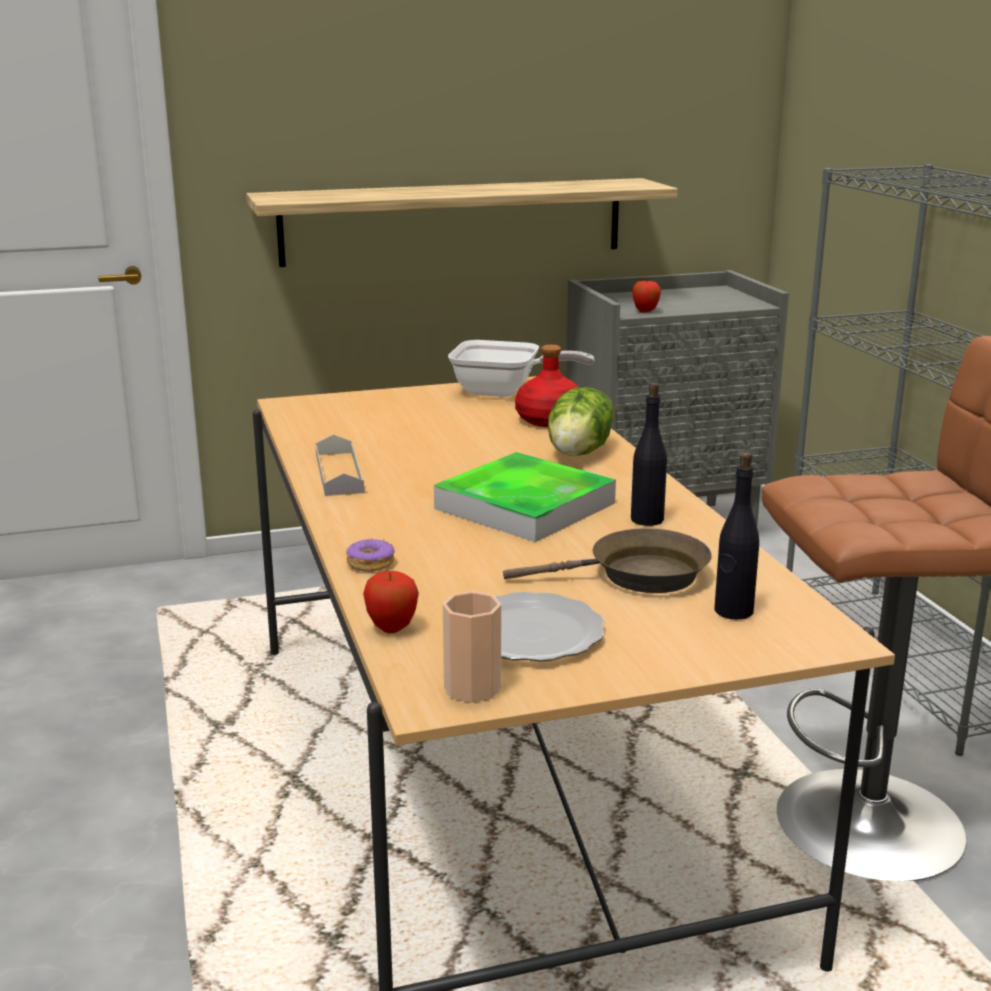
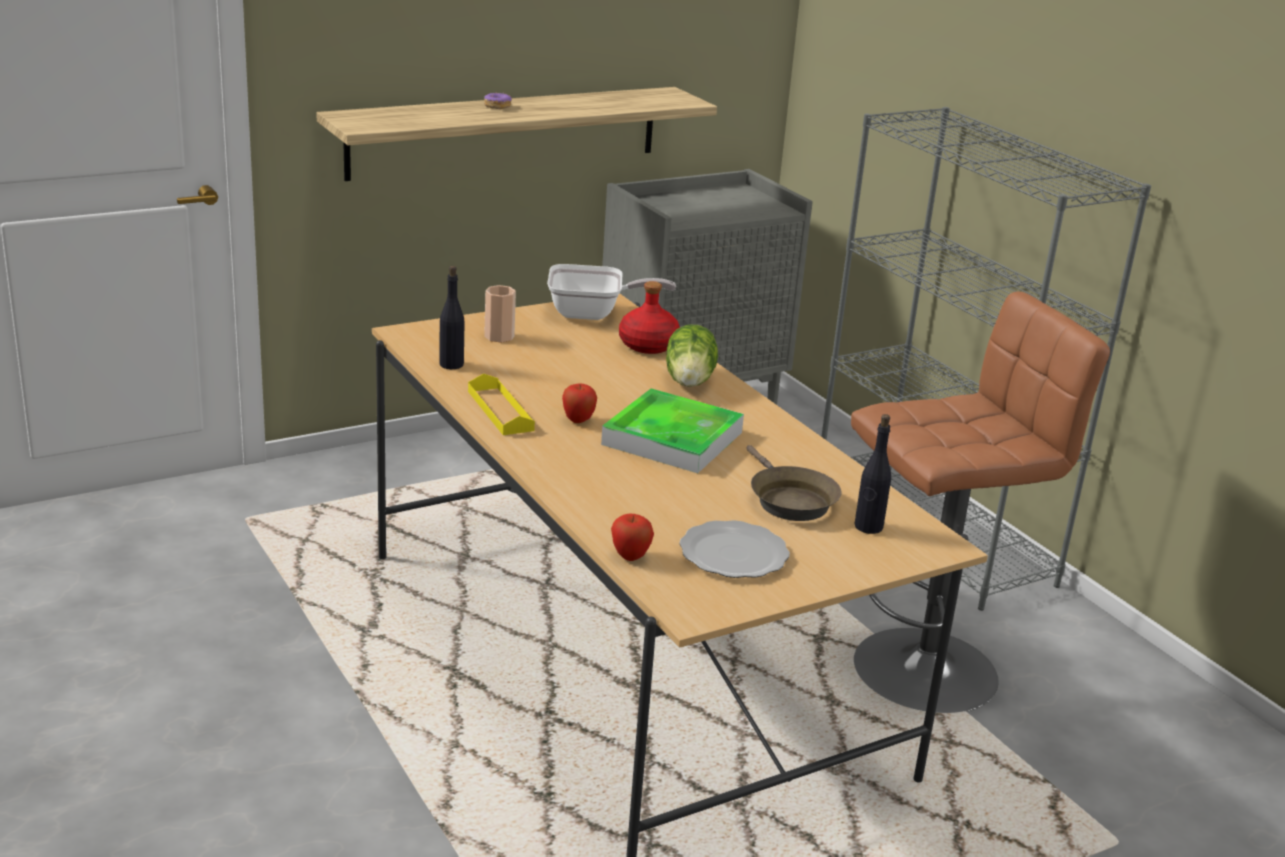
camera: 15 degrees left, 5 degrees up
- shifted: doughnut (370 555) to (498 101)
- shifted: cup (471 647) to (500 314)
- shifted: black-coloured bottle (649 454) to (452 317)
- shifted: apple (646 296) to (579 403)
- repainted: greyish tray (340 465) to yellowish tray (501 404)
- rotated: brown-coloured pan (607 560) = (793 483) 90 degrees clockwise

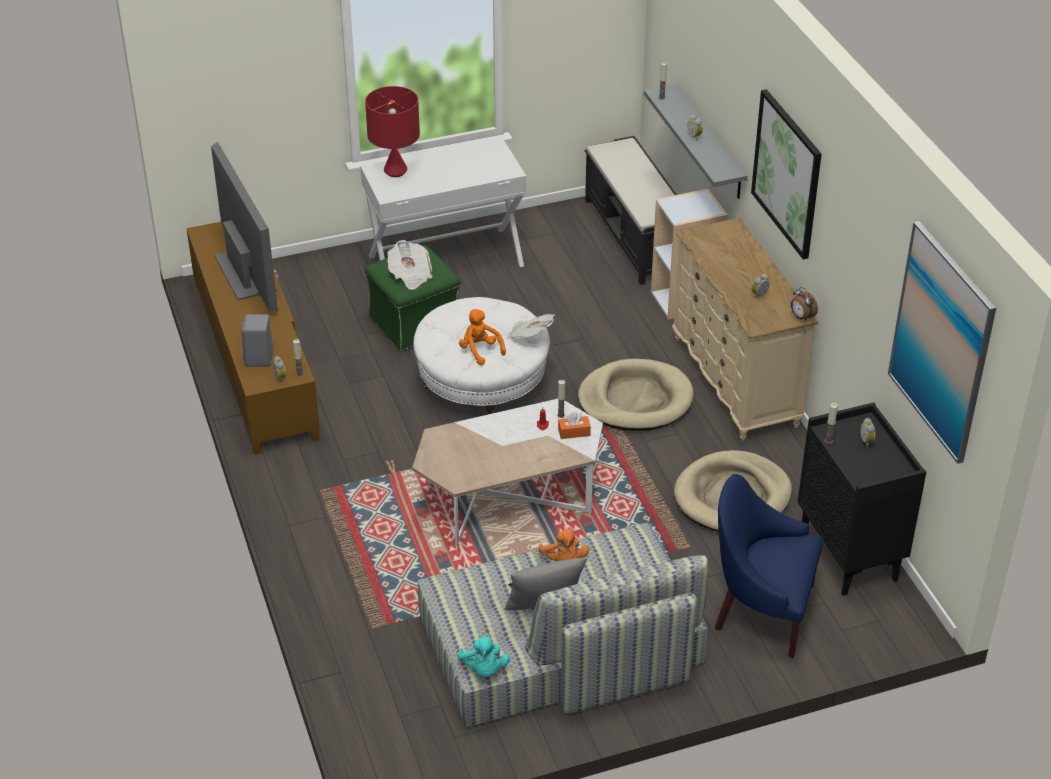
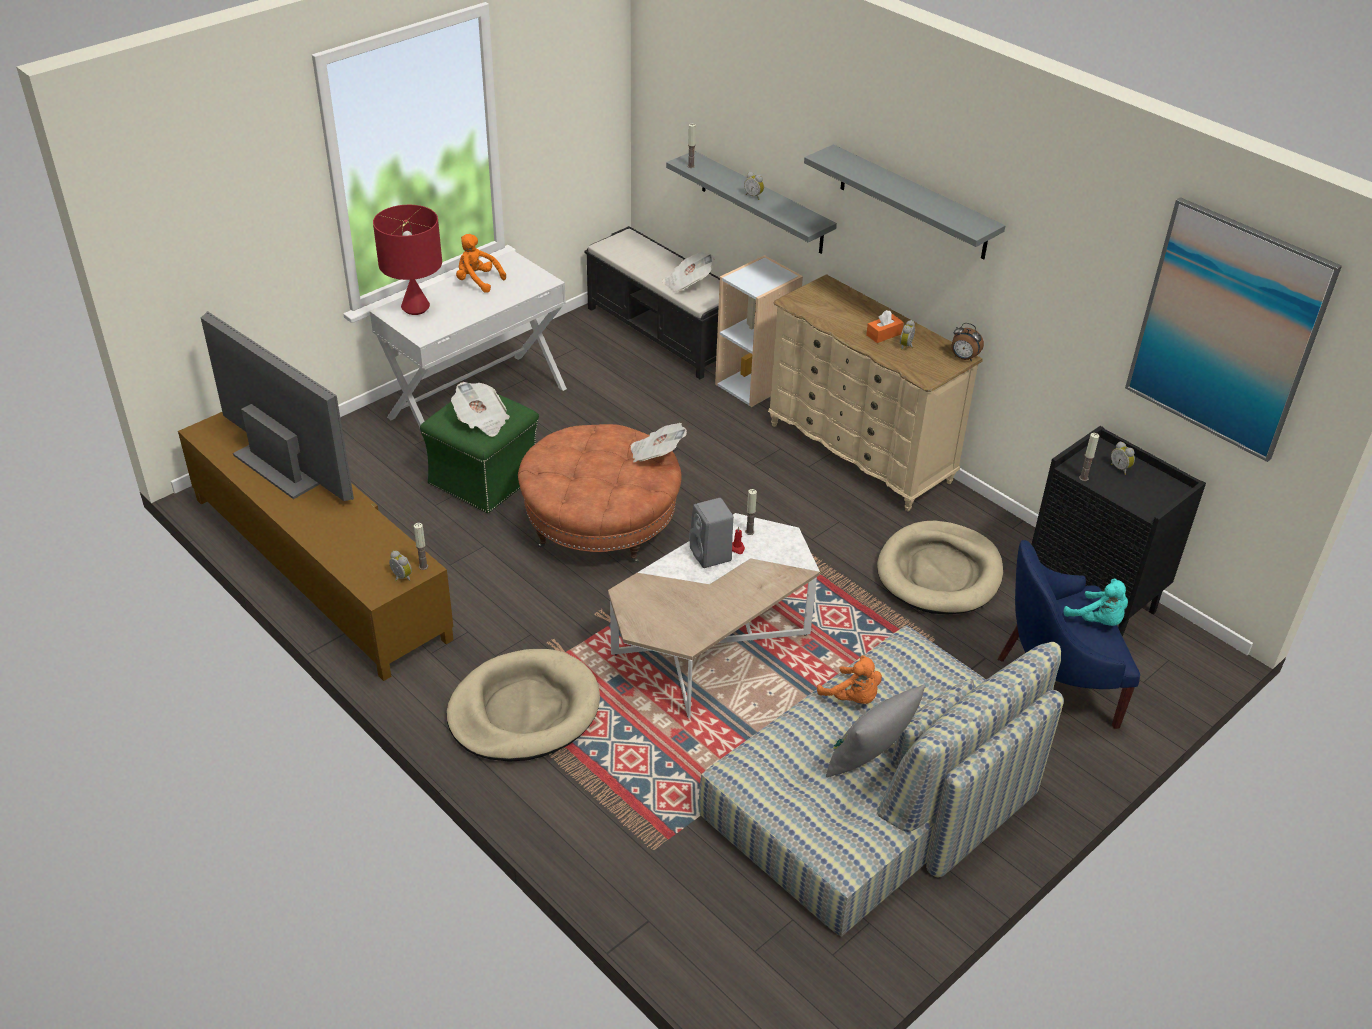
camera: 25 degrees left, 0 degrees up
- new: newspaper (688 272)
- shifted: greyish speaker (257 340) to (711 533)
- shifted: blue-green cuddly toy (483 656) to (1095 602)
- shifted: orange-coloured cuddly toy (482 337) to (481 263)
- shifted: orange-coloured tissue holder (574 425) to (885 326)
- shifted: beige-coloured dog bed (636 395) to (523 705)
- swapped: wall picture (786 174) to greyish bracket shelf (904 201)
- repainted: whitish pouffe (481 356) to brown-coloured pouffe (600 493)

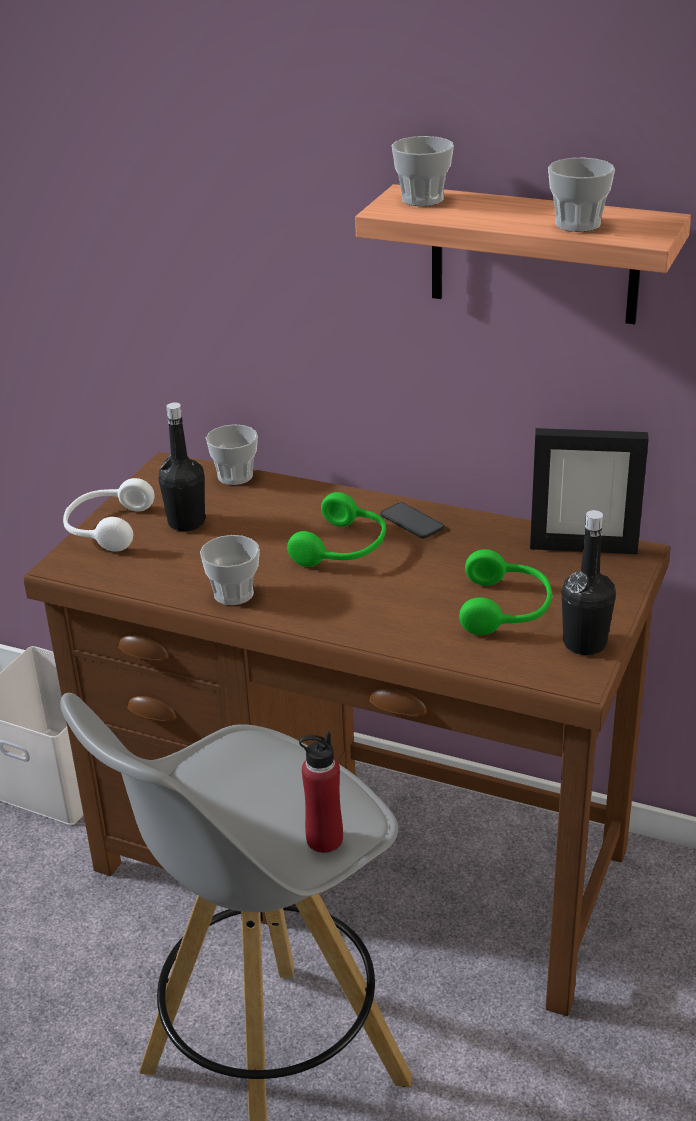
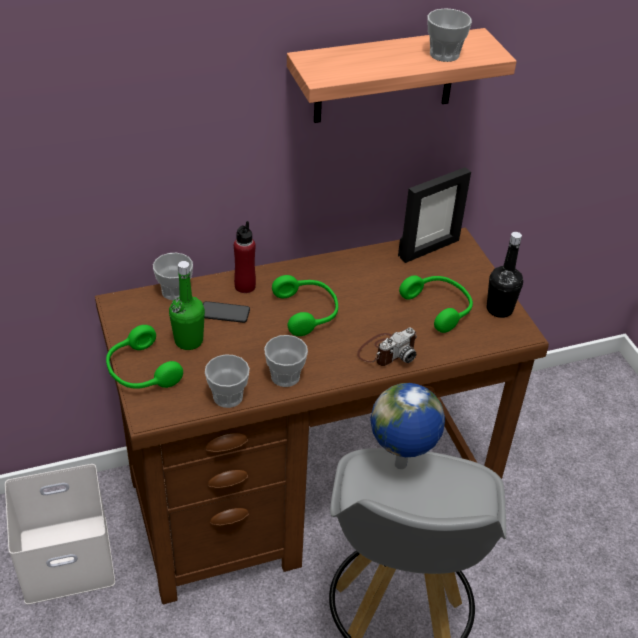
camera: 45 degrees left, 10 degrees up
- new: photo camera (387 346)
- new: globe (408 426)
- shifted: red-coloured bottle (321 792) to (245 257)
- shifted: handset (412 520) to (226 312)
- shifted: cup (423 171) to (227 381)
- repainted: whitish pair of headphones (109 515) to green-coloured pair of headphones (144 357)
- repainted: black-coloured bottle (182 467) to green-coloured bottle (187 305)

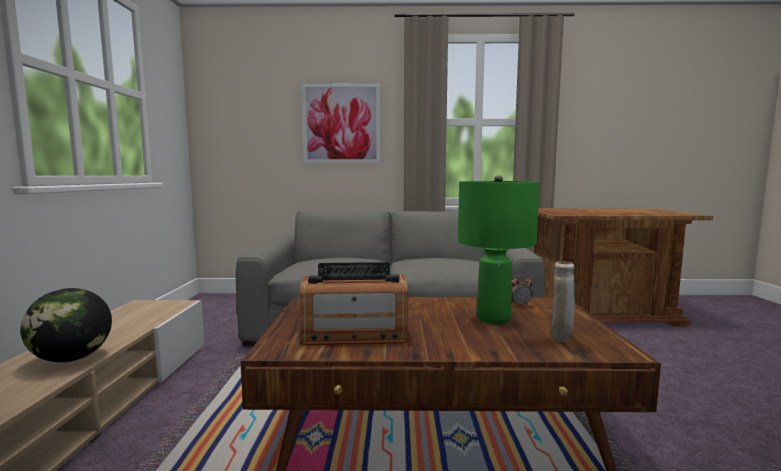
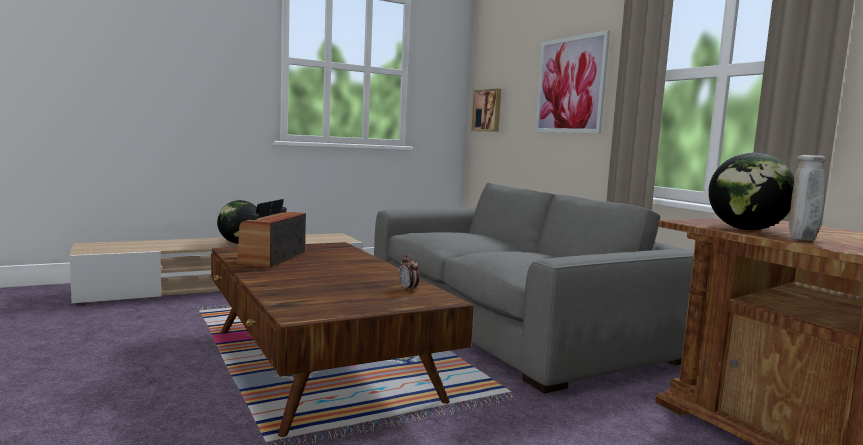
camera: 60 degrees right, 0 degrees up
- gone: green-coloured tabletop lamp (499 249)
- new: wall picture (486 110)
- new: globe (751 191)
- shifted: beige-coloured vase (563 301) to (807 197)
- rotated: radio receiver (354 304) = (271 233) 45 degrees clockwise

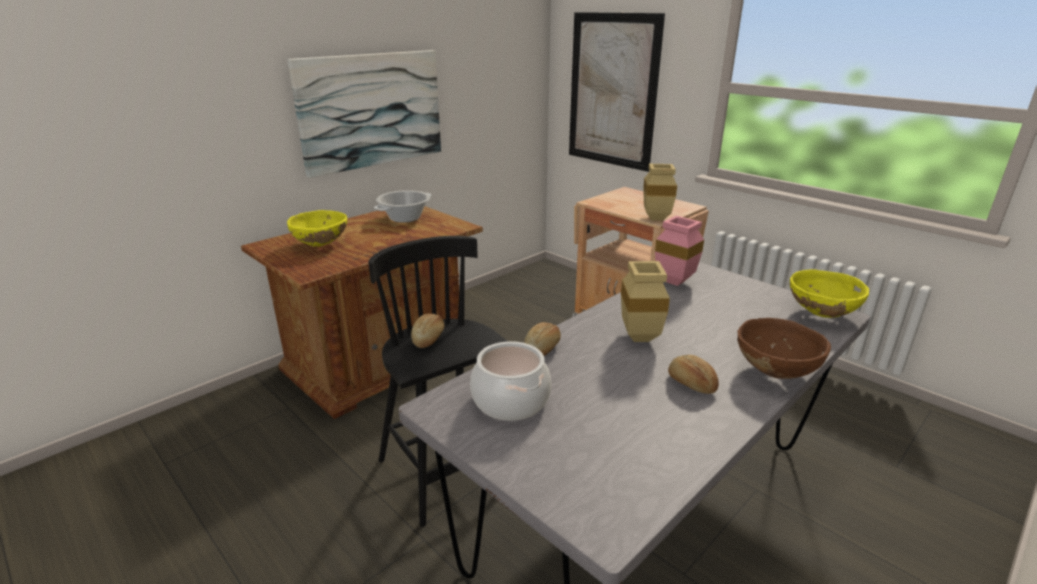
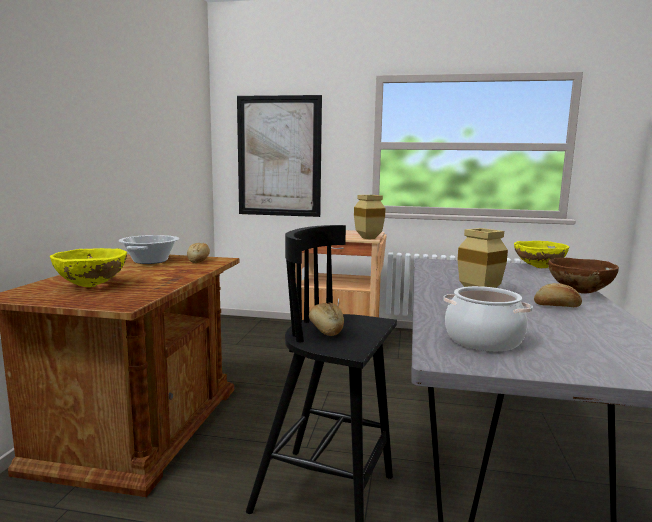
camera: 35 degrees left, 15 degrees down
- gone: wall picture (364 114)
- gone: pink-coloured vase (679 251)
- shifted: bakery bread (542 339) to (198 253)

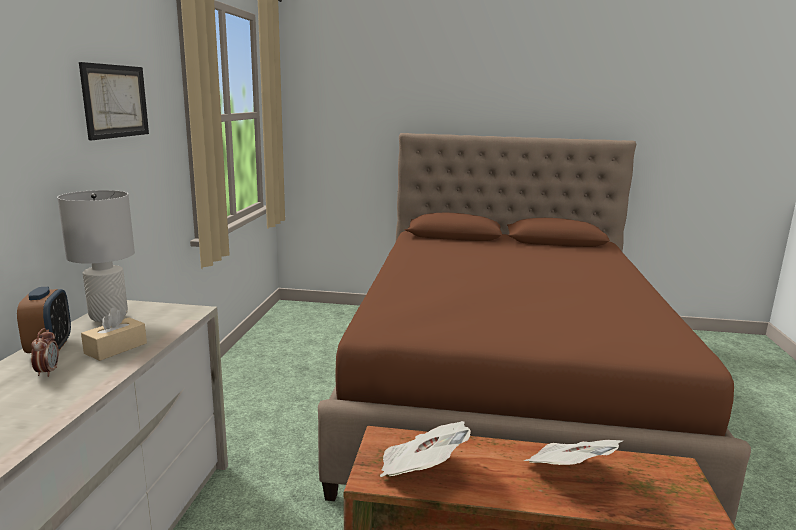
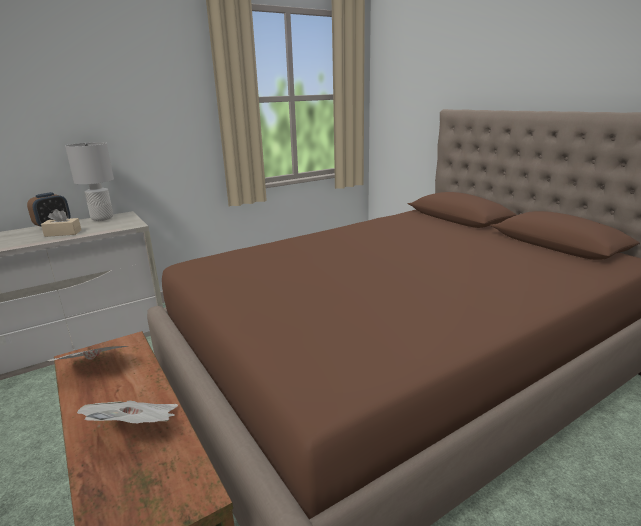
camera: 50 degrees right, 5 degrees up
- gone: bedside clock (45 352)
- gone: wall picture (114 101)

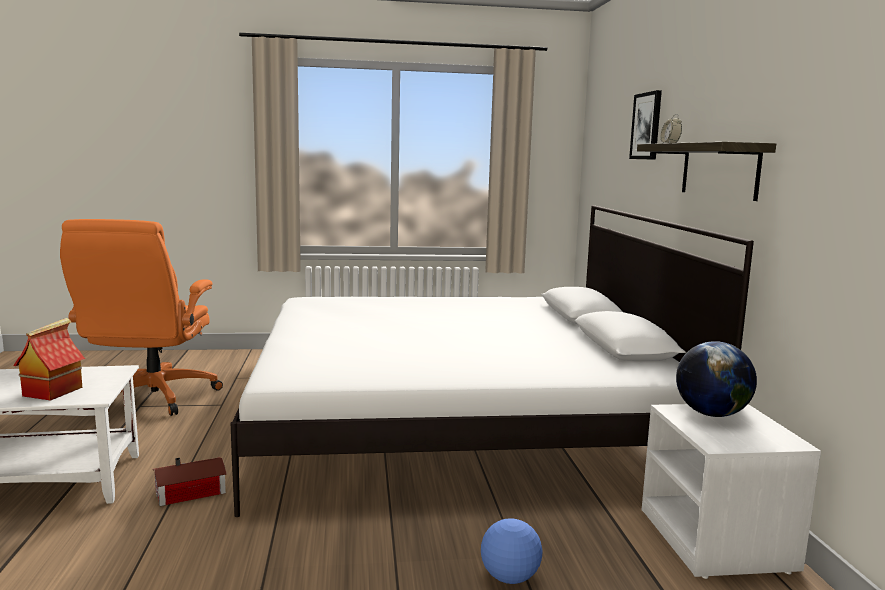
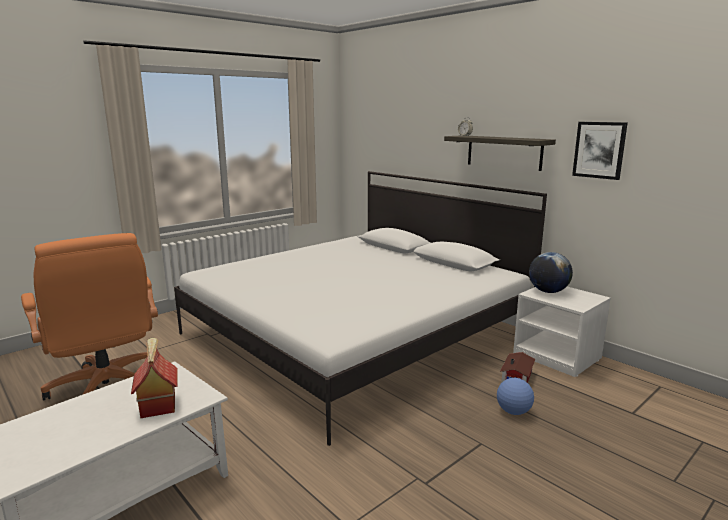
camera: 35 degrees left, 5 degrees up
- shifted: miniature house (190 482) to (517 367)
- shifted: wall picture (645 125) to (600 151)

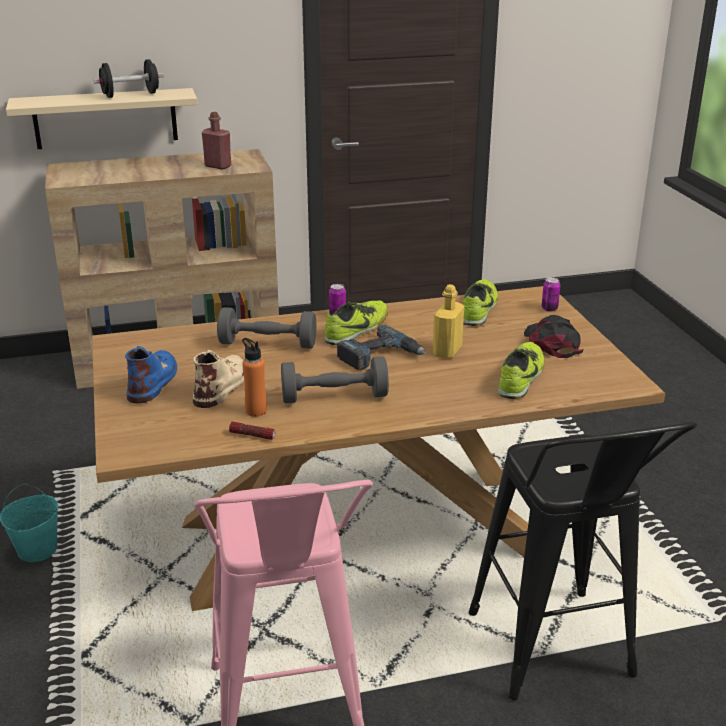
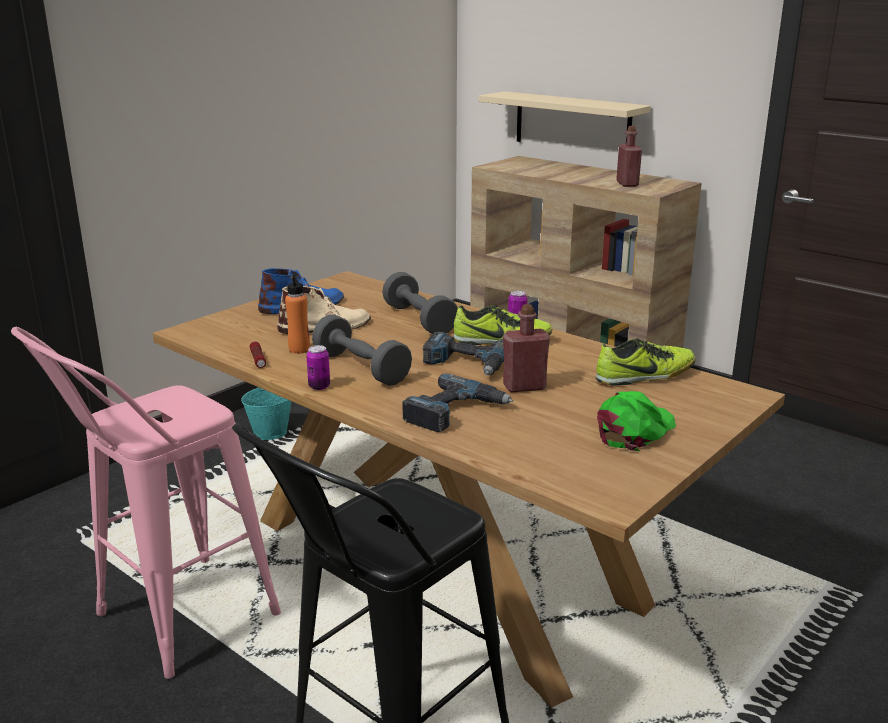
camera: 55 degrees right, 5 degrees down
- gone: black-coloured free weight (128 78)
- gone: low shoe (521 370)
- new: drill (457 402)
- shifted: sealed can (550 294) to (318 367)
- repainted: yellowish bottle (448 321) to red-coloured bottle (526 348)
- repainted: black-coloured baseball cap (553 336) to green-coloured baseball cap (636 421)

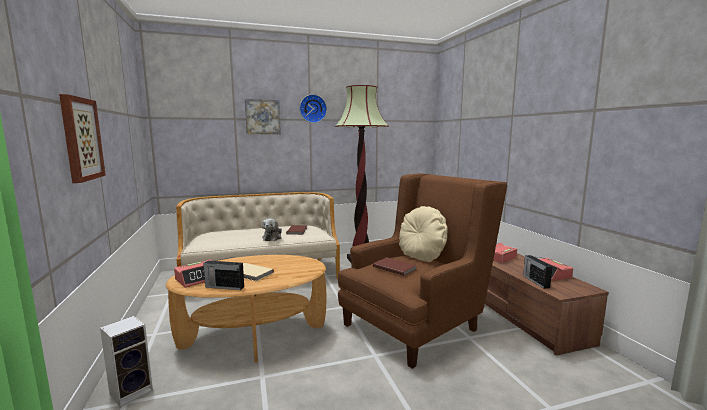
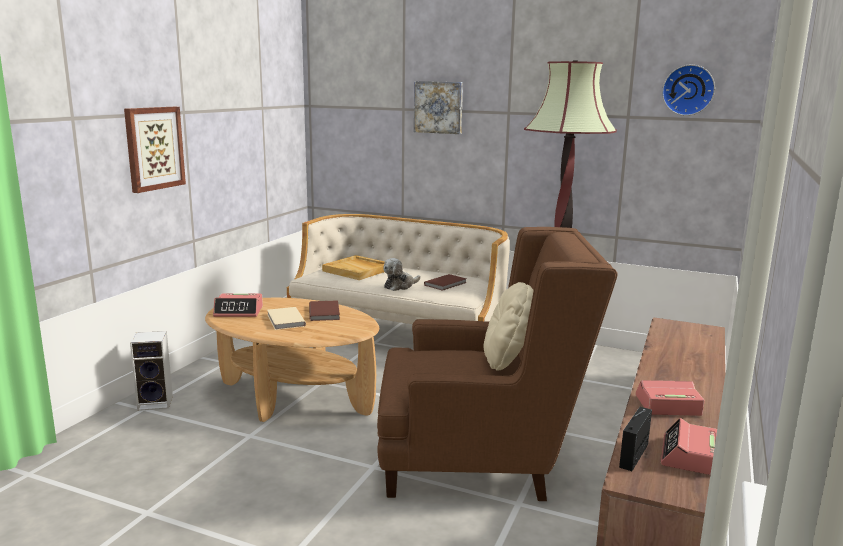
camera: 40 degrees right, 5 degrees up
- gone: radio receiver (223 273)
- new: beige-coloured tray (353 267)
- shifted: wall clock (313 108) to (688 90)
- shifted: brown-coloured book (395 266) to (324 310)

